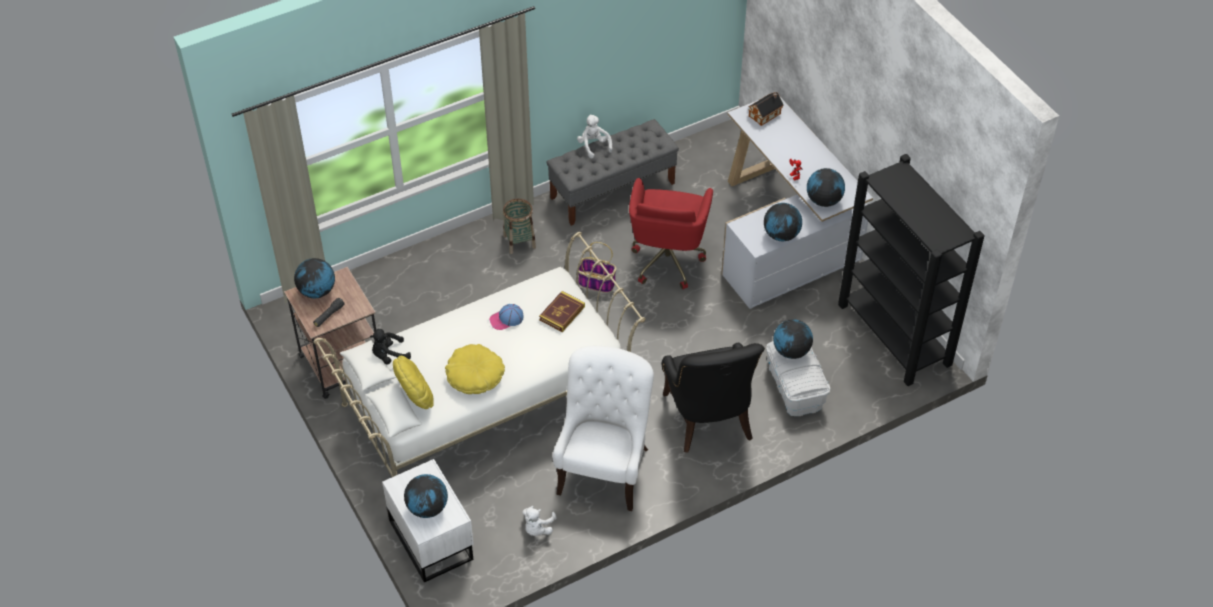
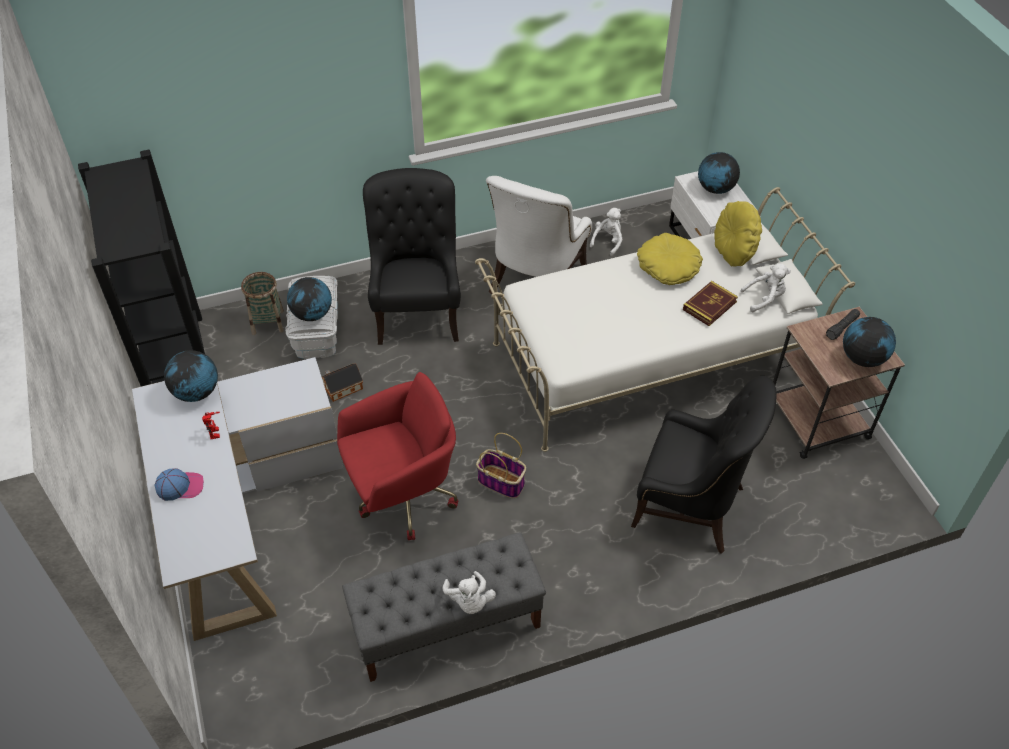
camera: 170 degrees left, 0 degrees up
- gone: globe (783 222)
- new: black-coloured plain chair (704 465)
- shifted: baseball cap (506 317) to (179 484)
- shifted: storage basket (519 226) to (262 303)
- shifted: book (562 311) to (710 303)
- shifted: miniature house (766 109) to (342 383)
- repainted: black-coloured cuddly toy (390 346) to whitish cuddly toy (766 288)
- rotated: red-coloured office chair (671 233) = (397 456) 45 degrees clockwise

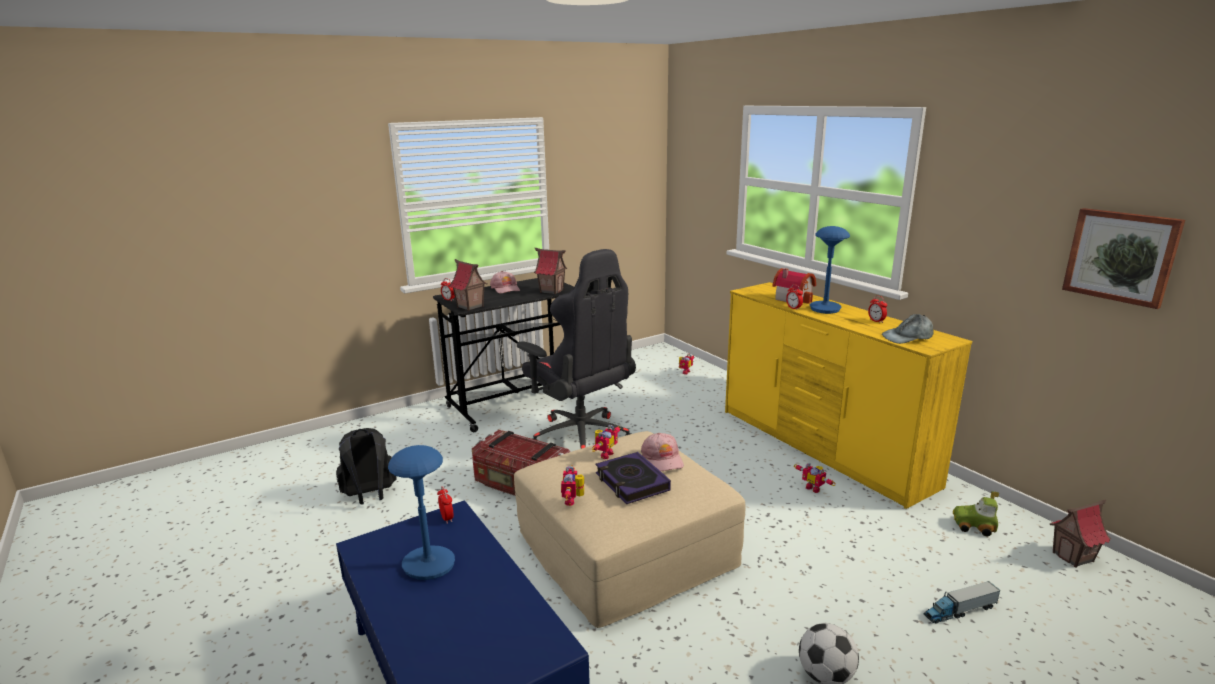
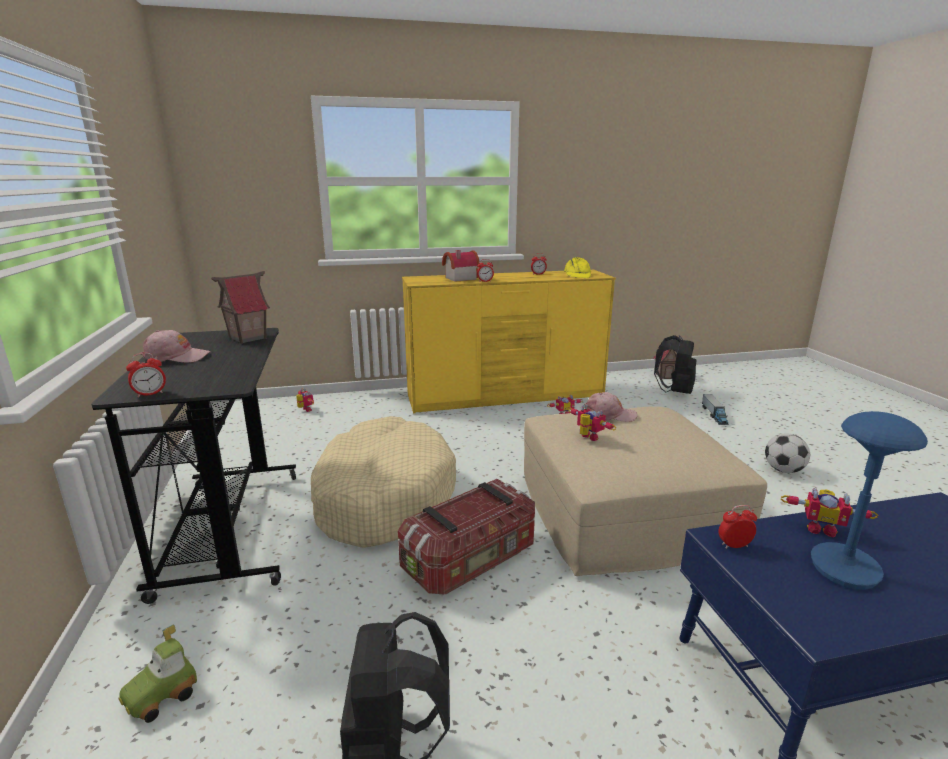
camera: 70 degrees left, 0 degrees up
- gone: miniature house (468 285)
- gone: book (633 478)
- gone: bluish tabletop lamp (830 270)
- gone: wall picture (1123 258)
- new: black-coloured rucksack (675 364)
- shifted: robot figure (572 485) to (830 512)
- shifted: model car (976 513) to (158 674)
- swapped: black-coloured office chair (576 349) to beige-coloured dog bed (383 482)
- repainted: greyish baseball cap (908 329) to yellowish baseball cap (577 267)

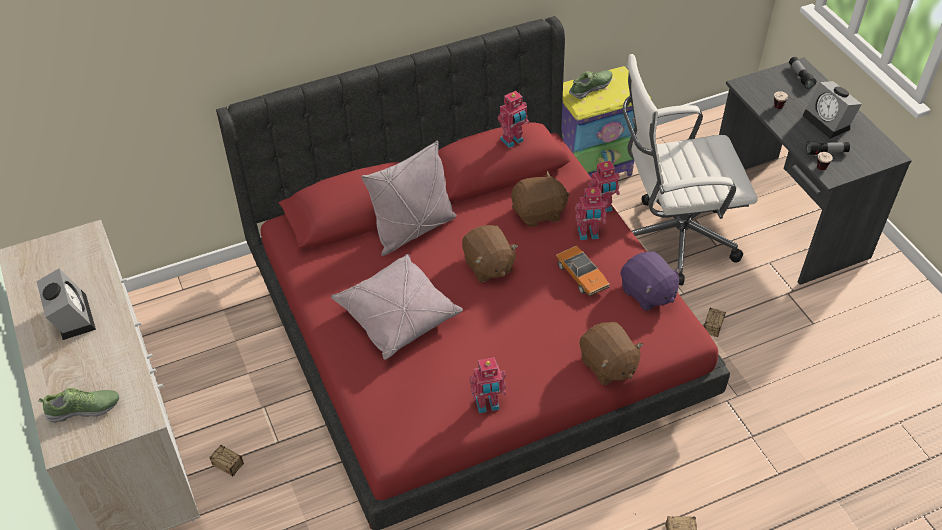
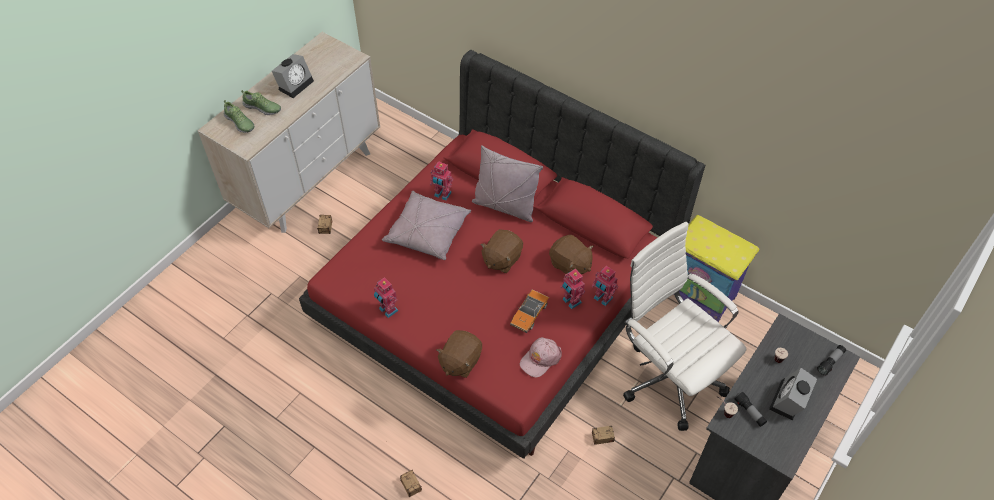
camera: 60 degrees right, 5 degrees up
- shifted: robot figure (513 119) to (441 181)
- shifted: low shoe (590 84) to (261 102)
- swapped: purple cuddly toy (651 281) to pink-coloured baseball cap (541 357)

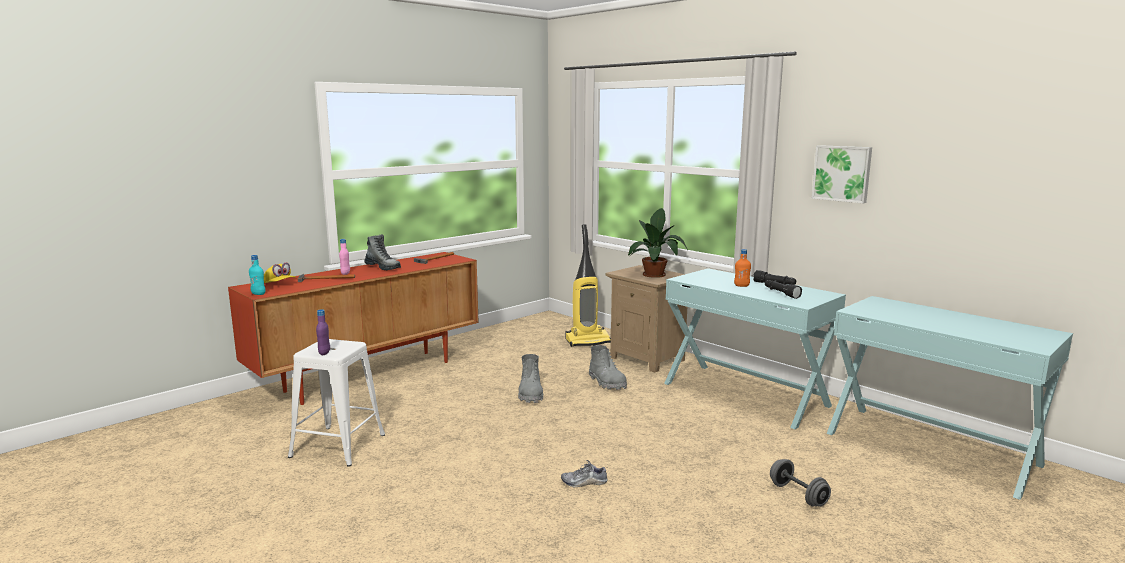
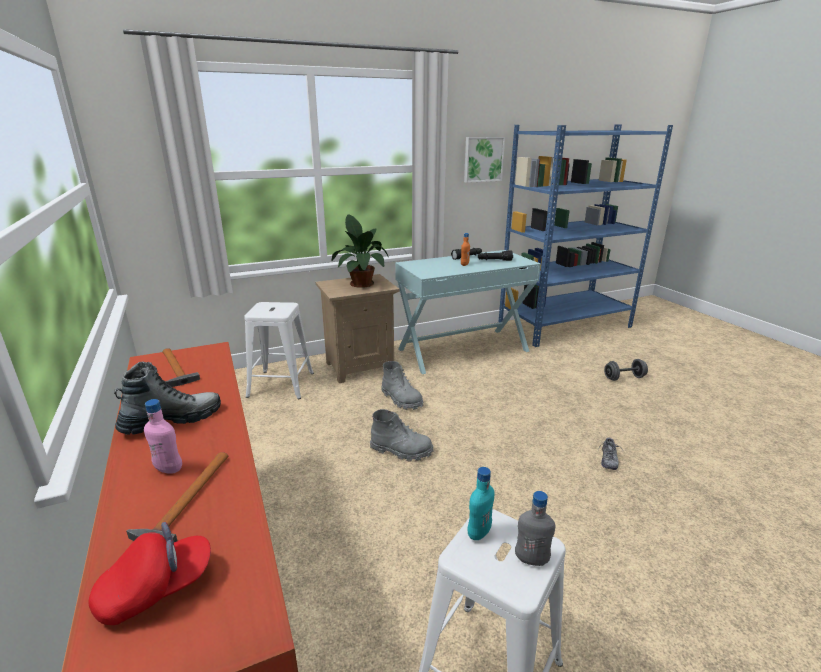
camera: 70 degrees left, 10 degrees up
- shifted: blue-green bottle (257 275) to (481 503)
- swapped: vacuum cleaner (588 285) to whitish sitting stool (279 350)
- swapped: blue-green desk unit (950 398) to bluish bookshelf (585 236)
- repainted: yellowish baseball cap (279 273) to red-coloured baseball cap (150 573)
- repainted: purple bottle (323 332) to greyish bottle (535 528)
- rotated: greyish tall boot (608 367) = (402 385) 60 degrees clockwise

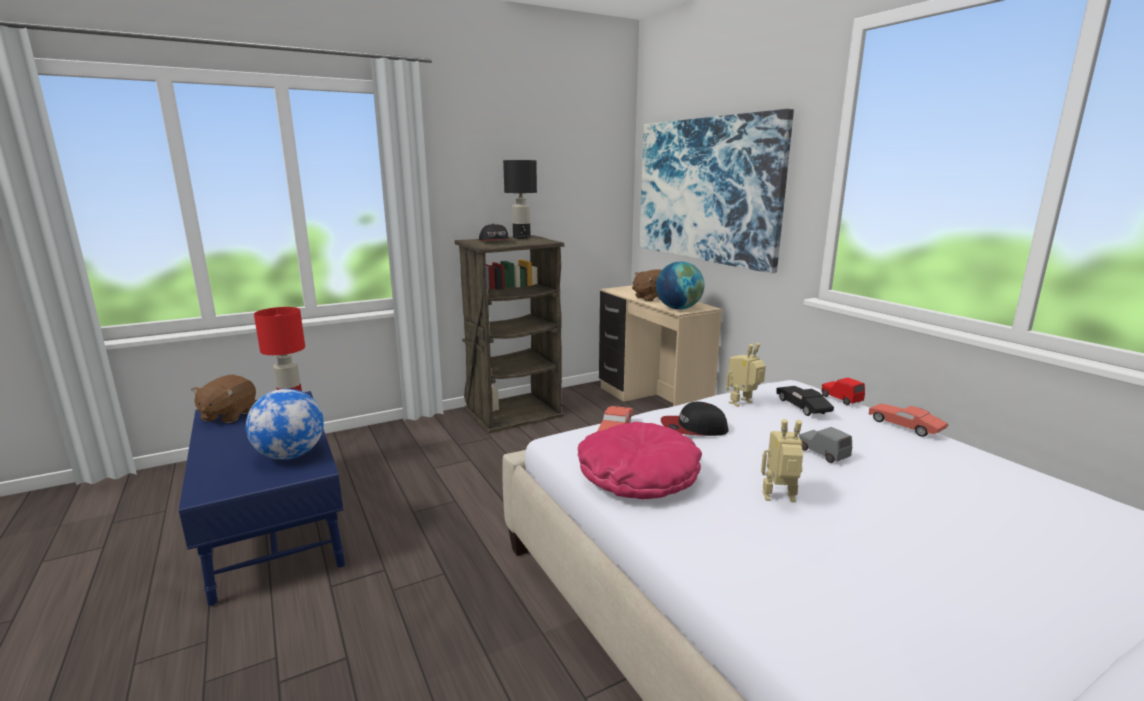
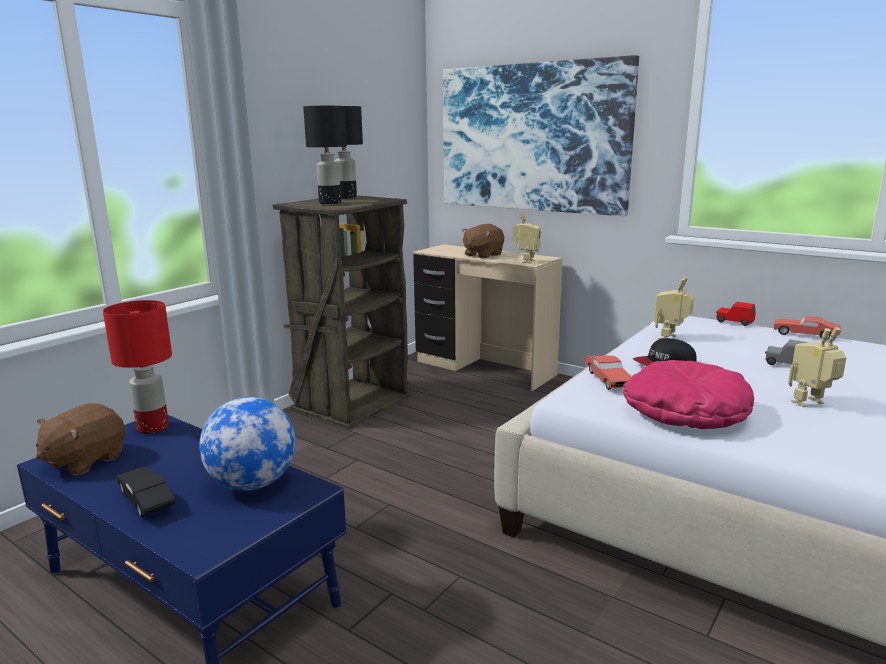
camera: 25 degrees left, 0 degrees up
- shifted: black-coloured model car (805 401) to (145 491)
- swapped: baseball cap (496 232) to black-coloured tabletop lamp (325 155)
- swapped: globe (680 285) to robot figure (526 238)
- rotated: brown-coloured cuddly toy (223 398) = (80 439) 45 degrees clockwise

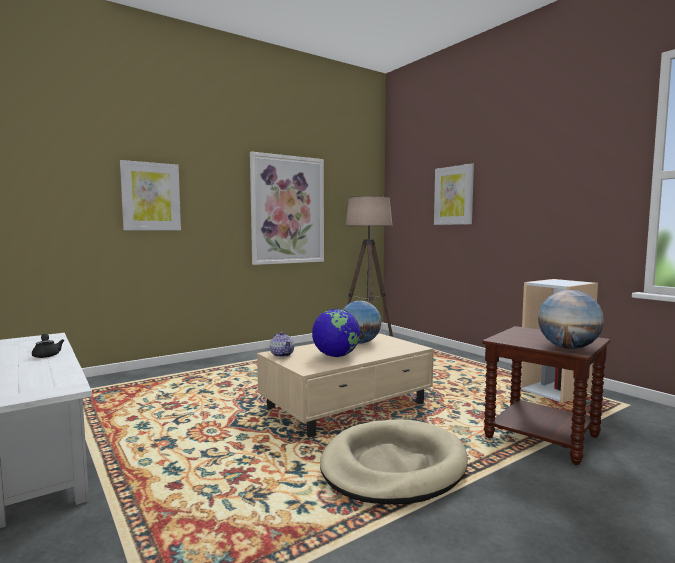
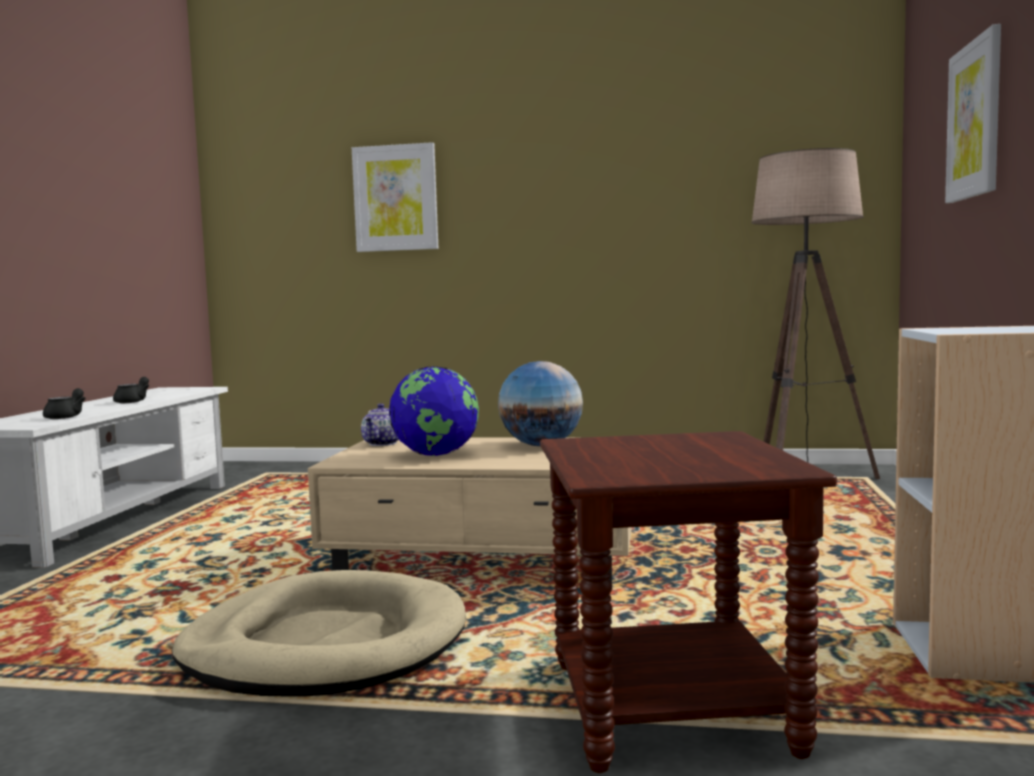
camera: 45 degrees right, 0 degrees up
- gone: wall picture (287 208)
- gone: globe (571 319)
- new: black-coloured pot for tea (64 403)

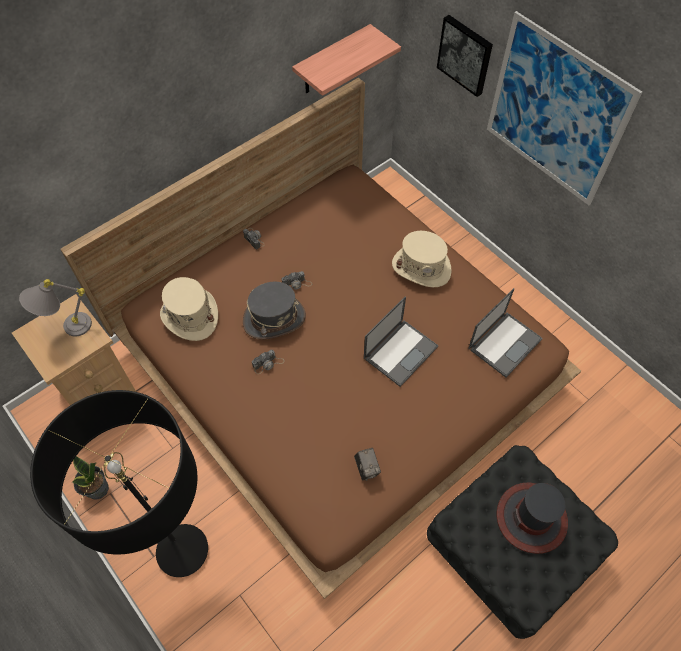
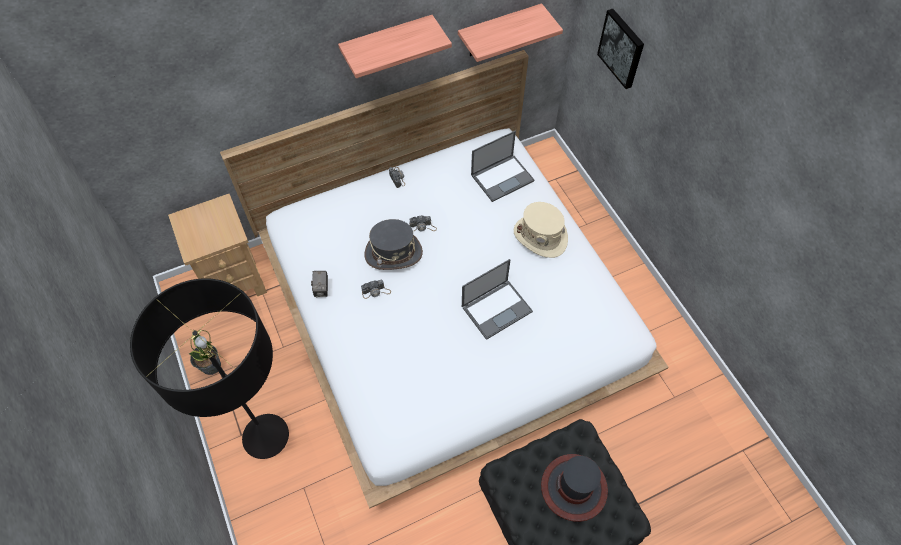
camera: 15 degrees right, 0 degrees up
- gone: greyish tabletop lamp (55 308)
- gone: beige-coloured hat (189 309)
- gone: wall picture (564 108)
- new: bracket shelf (395 46)
- shifted: photo camera (367 464) to (319 284)
- shifted: laptop (505 333) to (502 166)
- repainted: brown-coloured bed (320 338) to whitish bed (444 279)

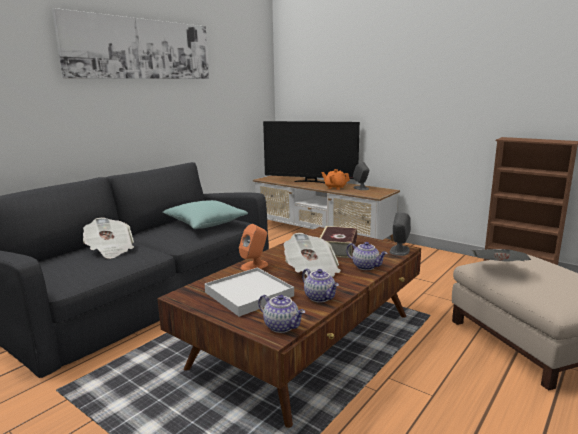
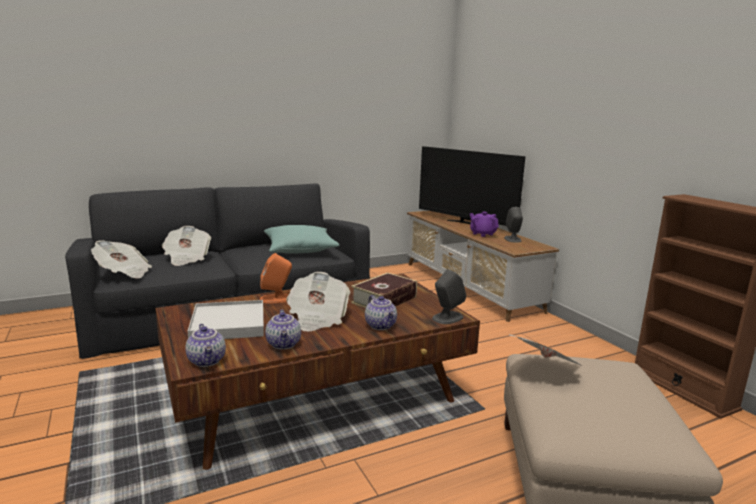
camera: 25 degrees right, 0 degrees up
- gone: wall picture (130 43)
- new: newspaper (121 259)
- repainted: orange-coloured pot for tea (335 179) to purple pot for tea (484 224)

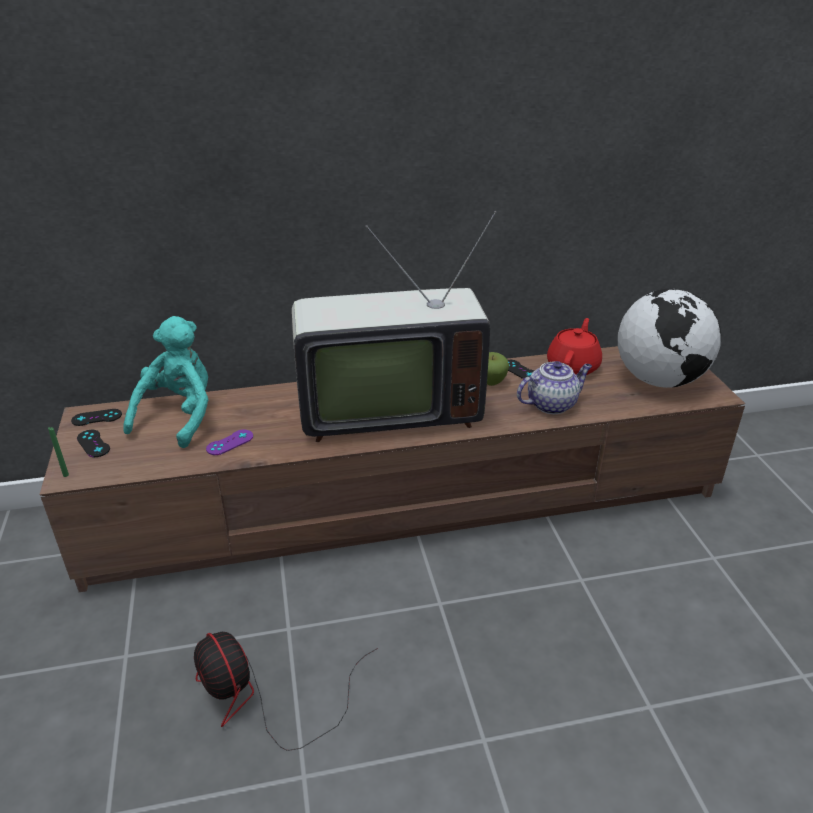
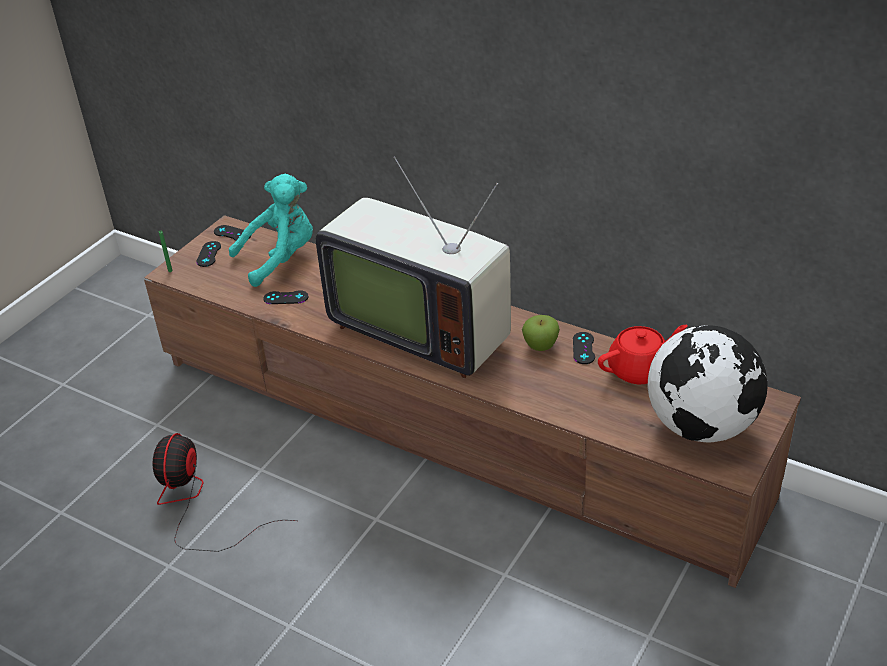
camera: 45 degrees right, 5 degrees up
- gone: pot for tea (554 387)
- repainted: purple joypad (229 442) to black-coloured joypad (285 297)

